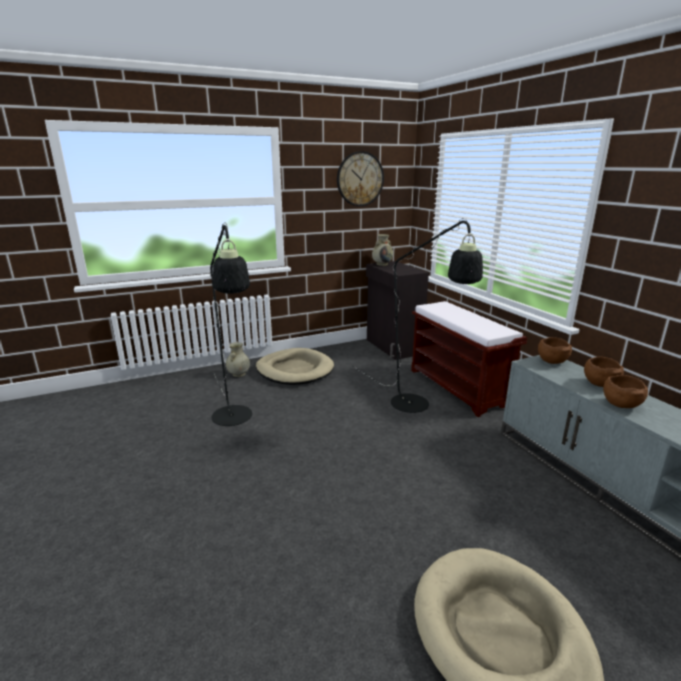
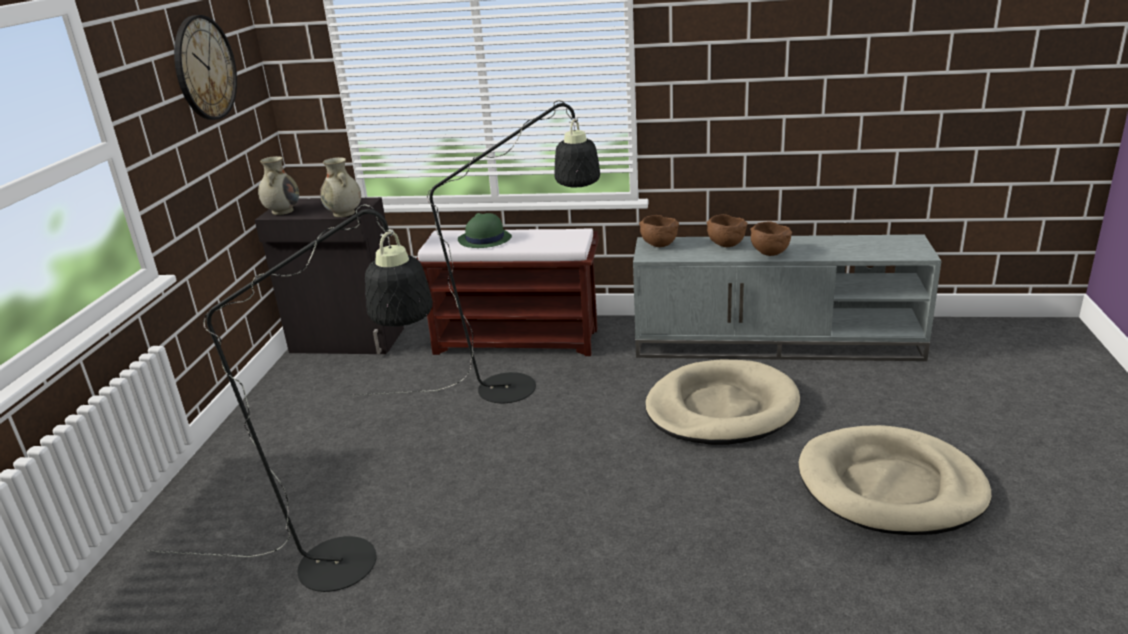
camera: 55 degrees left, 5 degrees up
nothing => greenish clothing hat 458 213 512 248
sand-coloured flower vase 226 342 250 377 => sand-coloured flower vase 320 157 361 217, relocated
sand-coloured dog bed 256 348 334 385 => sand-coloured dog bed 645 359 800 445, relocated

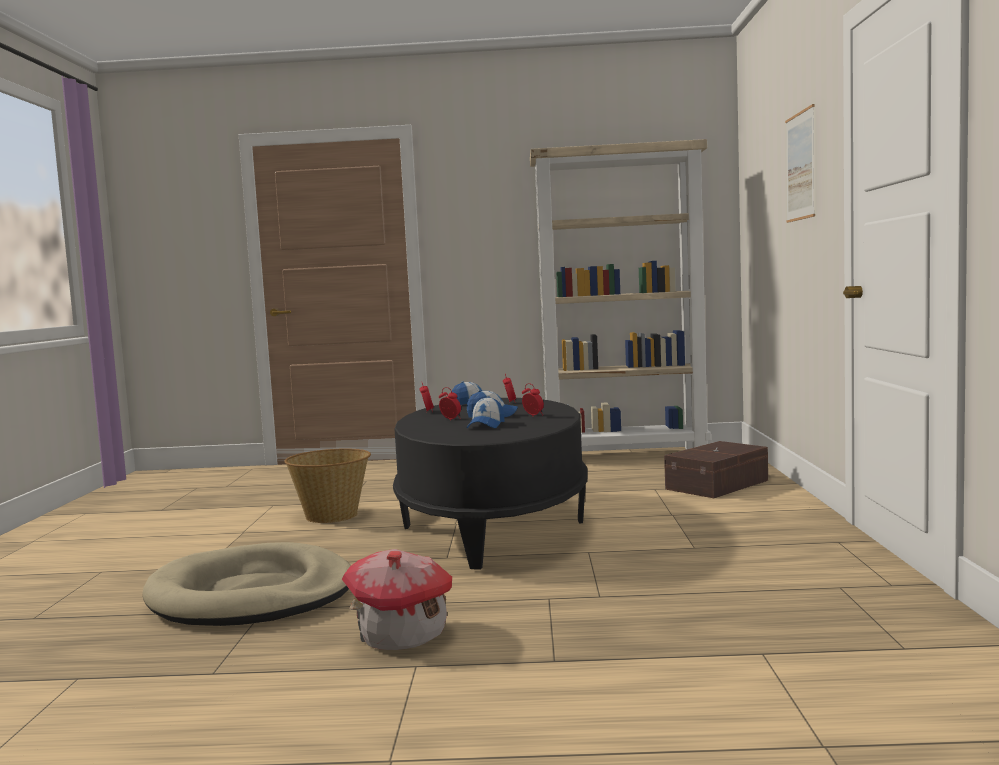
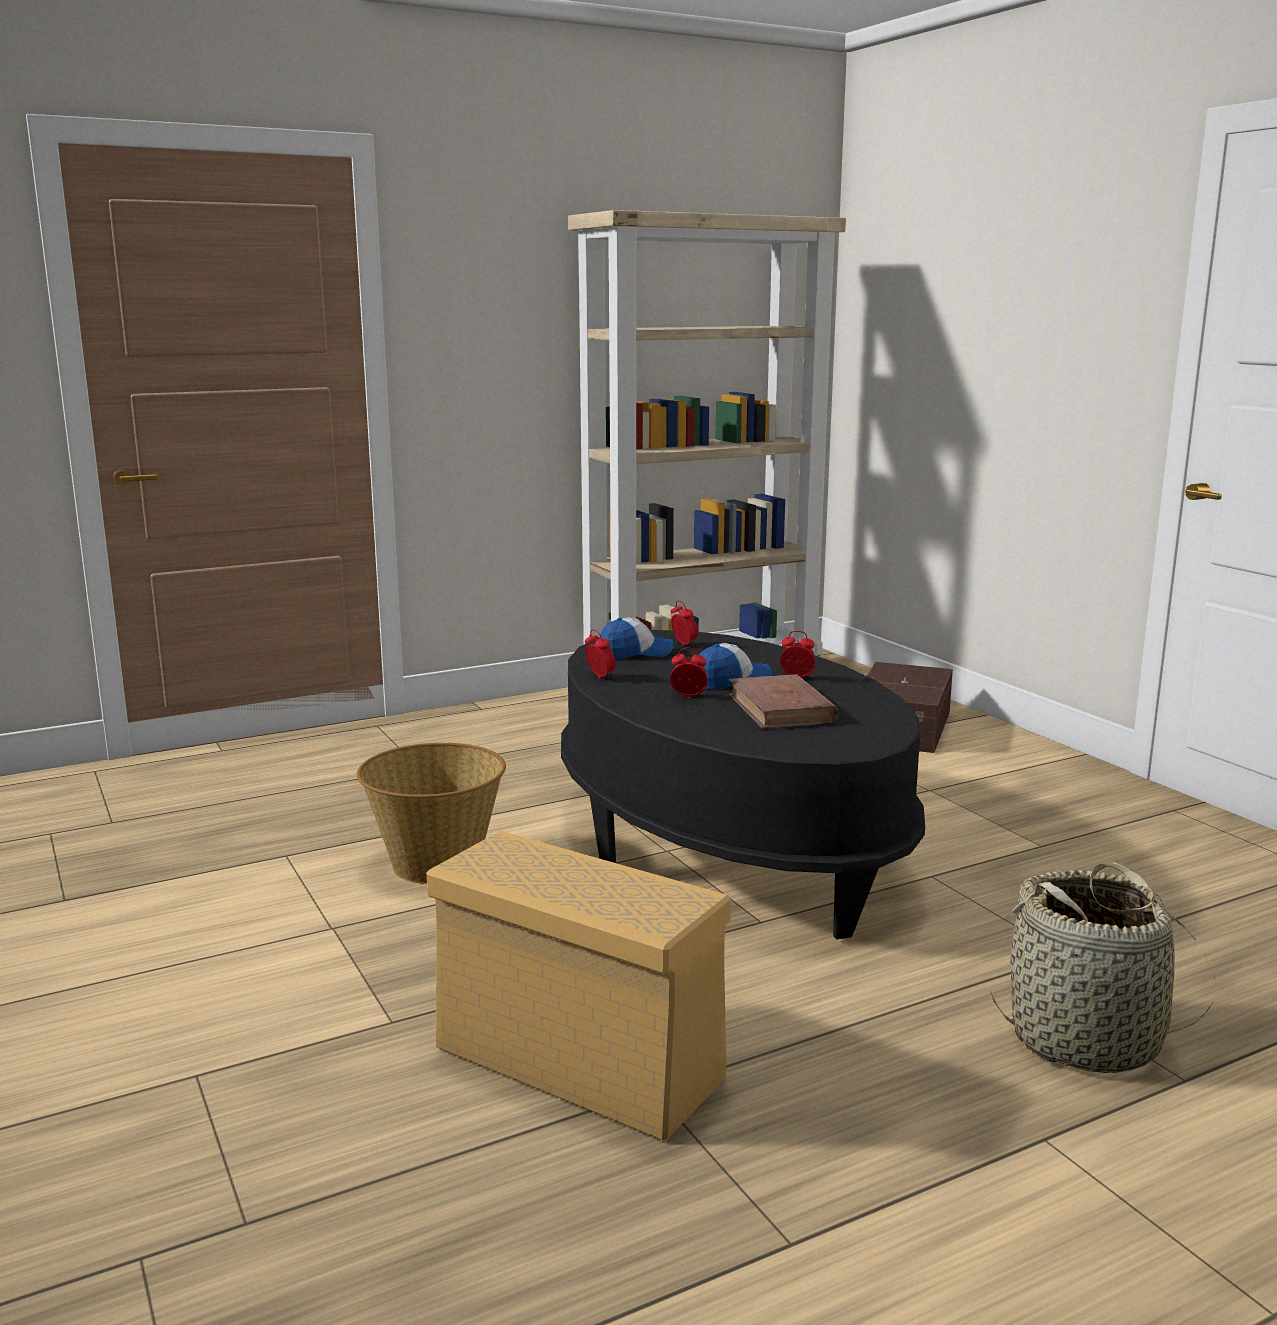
camera: 30 degrees left, 10 degrees up
model house 342 549 452 650 => nothing
wall art 785 104 815 223 => nothing
nothing => household basket 990 862 1216 1073
sand-coloured dog bed 142 542 351 626 => sand-coloured storage container 426 831 731 1141
cap 467 396 504 428 => brown book 729 674 838 729

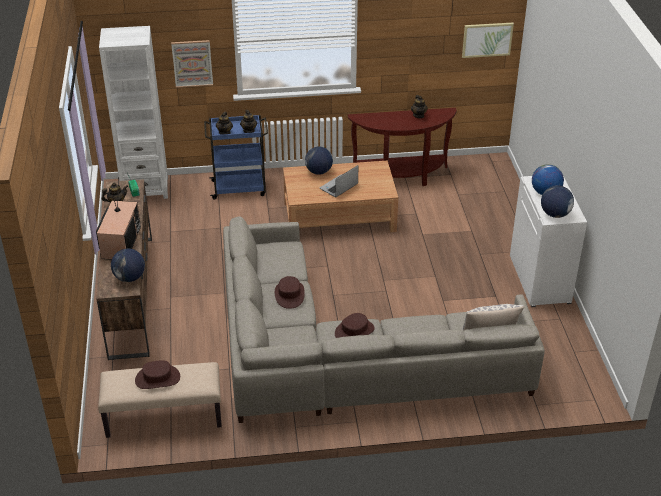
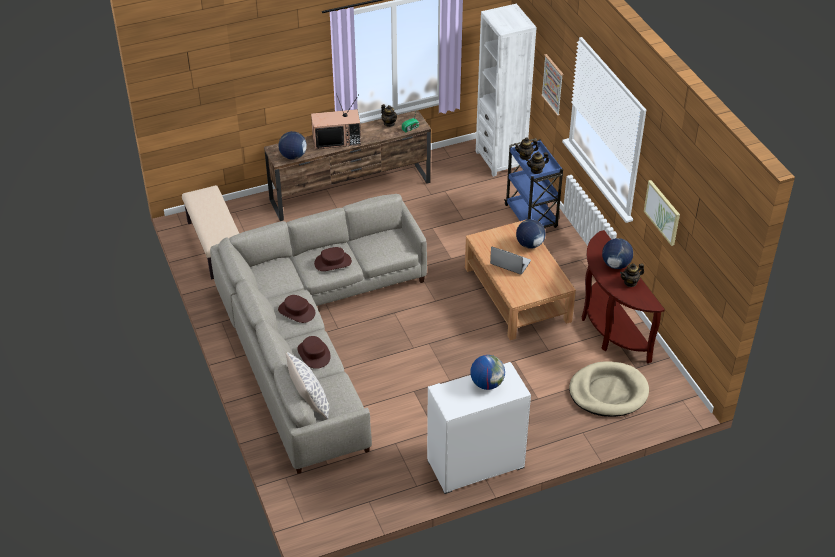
camera: 75 degrees right, 5 degrees up
nothing => sand-coloured dog bed 569 361 649 417
brown clothing hat 135 360 180 389 => brown clothing hat 297 336 331 369, relocated
wall art 462 23 514 58 => wall art 644 180 680 246, relocated
world globe 541 185 574 218 => world globe 602 238 633 269, relocated

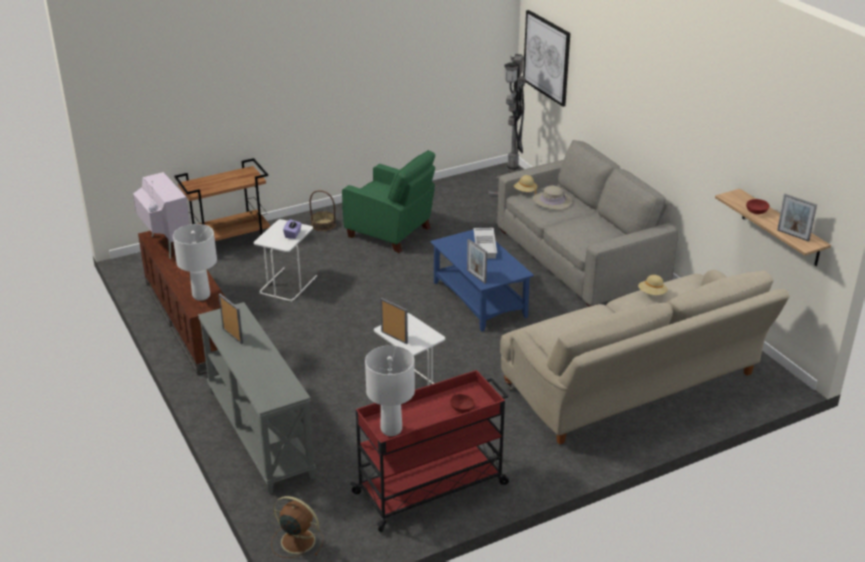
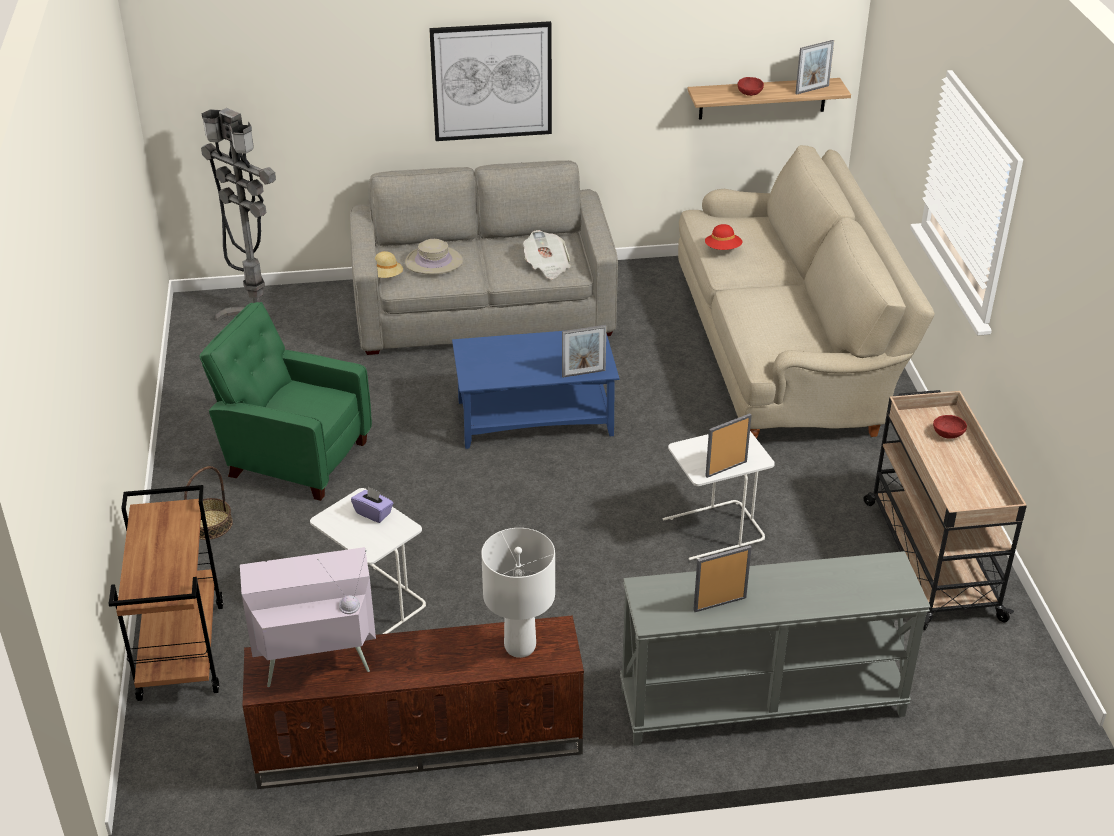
camera: 70 degrees left, 5 degrees up
brown cooling fan 271 496 324 558 => nothing
whitish lamp for a table 365 345 415 436 => nothing
whitish serving tray 473 228 497 259 => nothing
nothing => newspaper 523 230 571 279
wall art 523 10 570 107 => wall art 429 21 552 141, relocated
red-coloured cart 350 370 509 532 => sand-coloured cart 864 390 1027 630
sand-coloured clothing hat 638 275 668 295 => red-coloured clothing hat 705 224 742 250
greenish lounge chair 342 150 435 253 => greenish lounge chair 200 302 372 501, 120 degrees counterclockwise

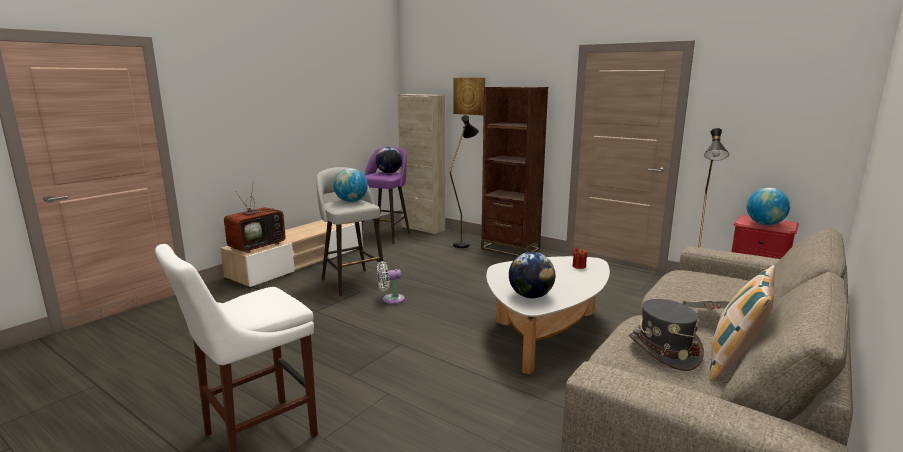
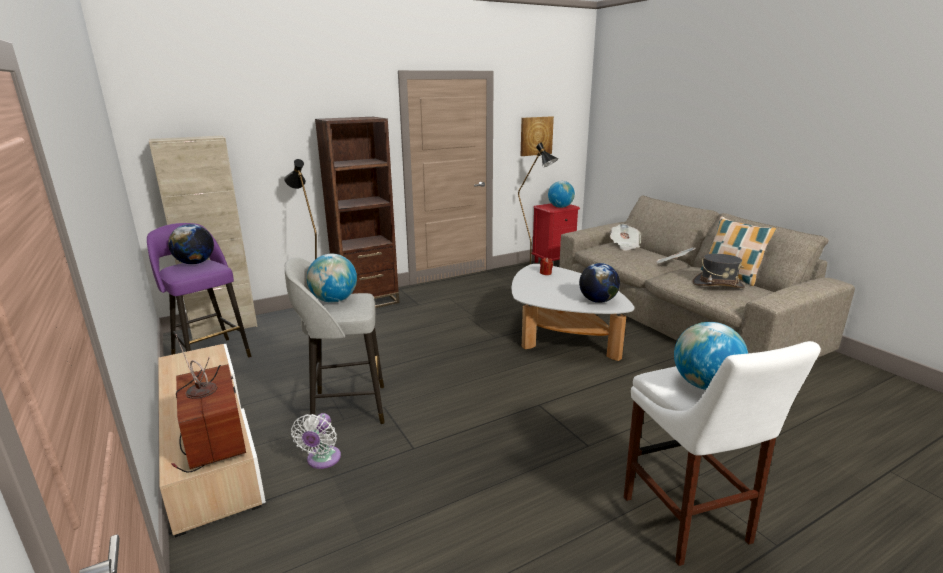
camera: 65 degrees left, 5 degrees up
nothing => newspaper 610 224 641 251
nothing => world globe 674 322 748 390
whitish cooling fan 377 261 405 304 => whitish cooling fan 291 413 341 469, relocated
wall art 453 78 485 115 => wall art 521 116 554 156, relocated

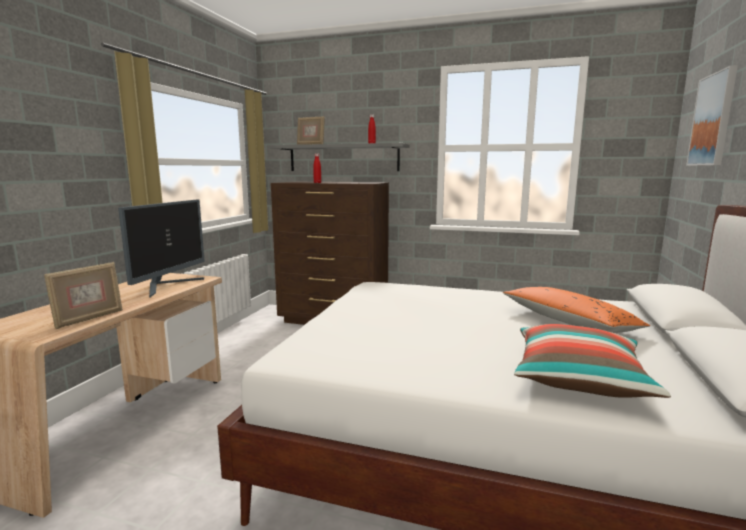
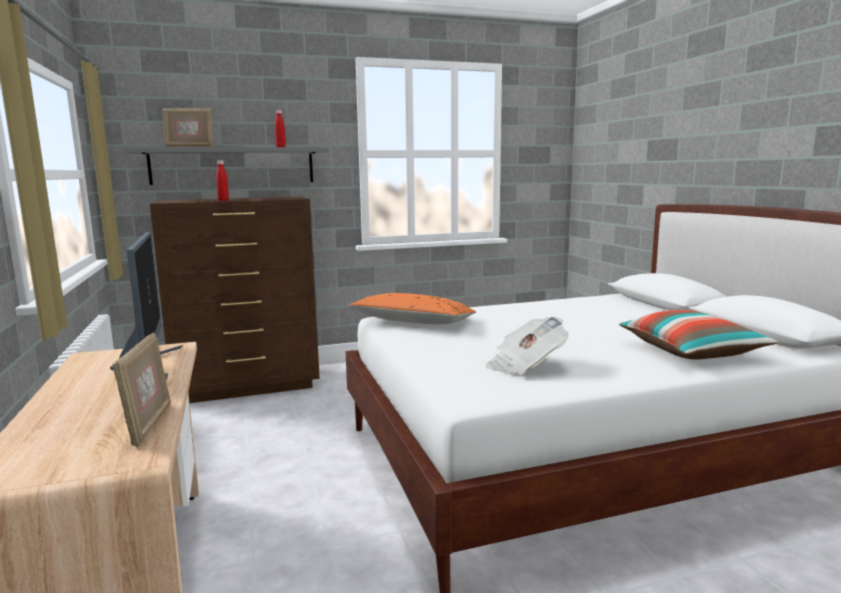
camera: 35 degrees left, 0 degrees up
wall art 686 65 738 166 => nothing
nothing => newspaper 486 317 569 374
orangey cushion 503 287 650 333 => orangey cushion 349 293 476 324, relocated

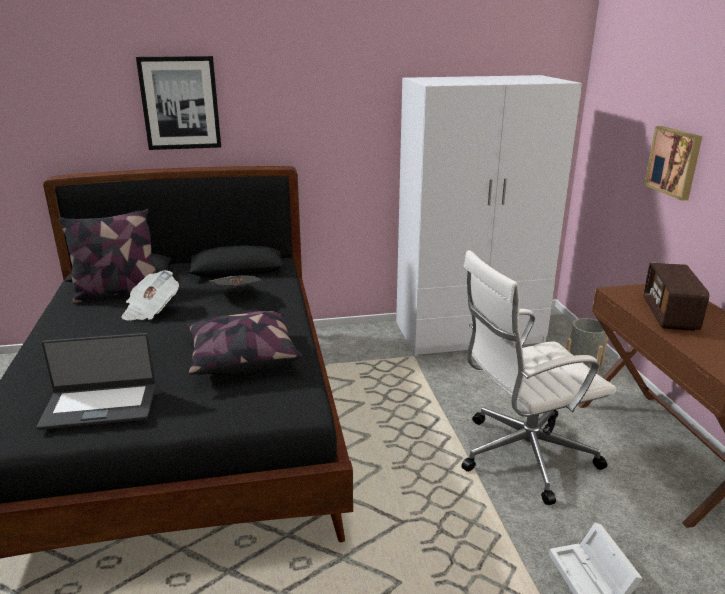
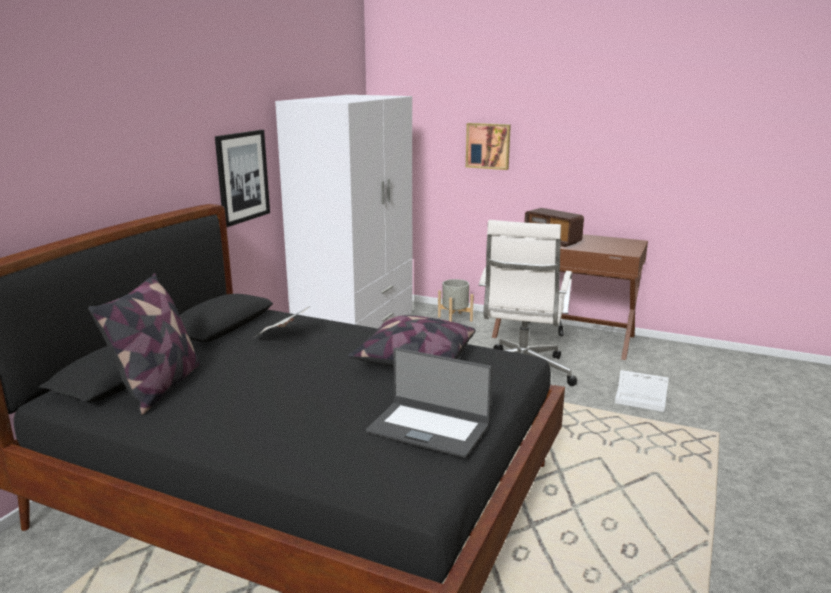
camera: 55 degrees left, 5 degrees down
newspaper 121 270 179 320 => nothing
wall art 136 56 221 150 => wall art 215 130 270 227, relocated
notebook computer 37 333 156 430 => notebook computer 366 348 492 458, 90 degrees clockwise

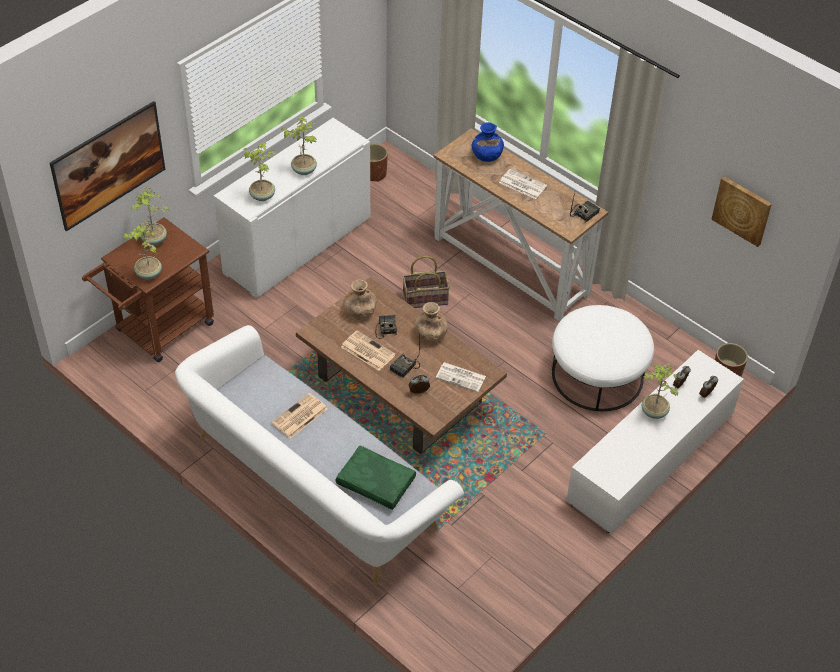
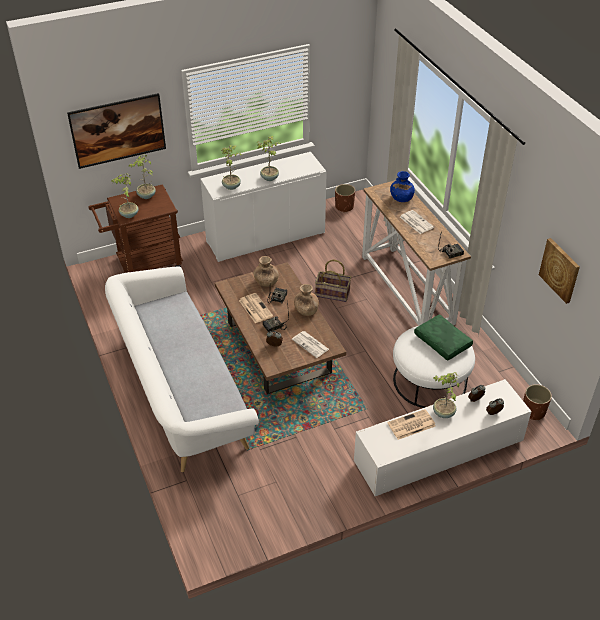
camera: 25 degrees right, 5 degrees down
newspaper 272 393 328 439 => newspaper 387 409 436 440, relocated
greenish cushion 336 446 416 510 => greenish cushion 414 314 473 361, relocated

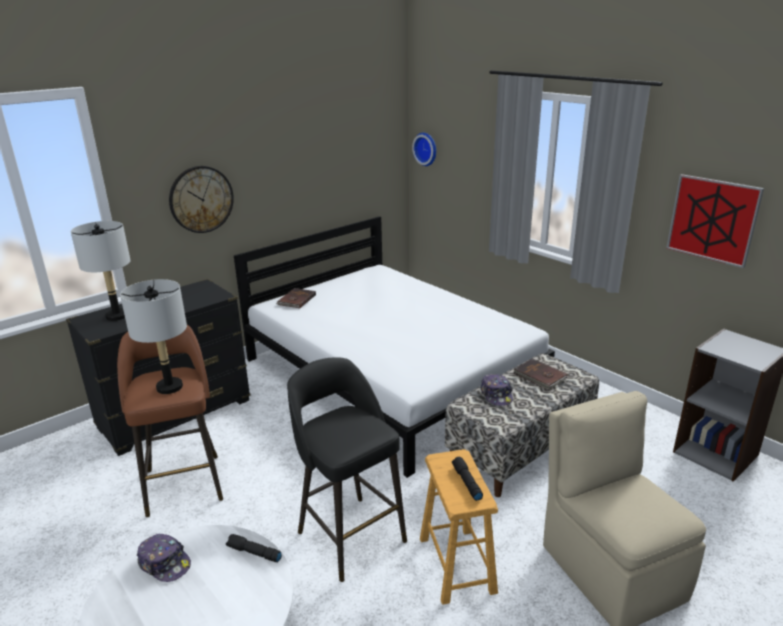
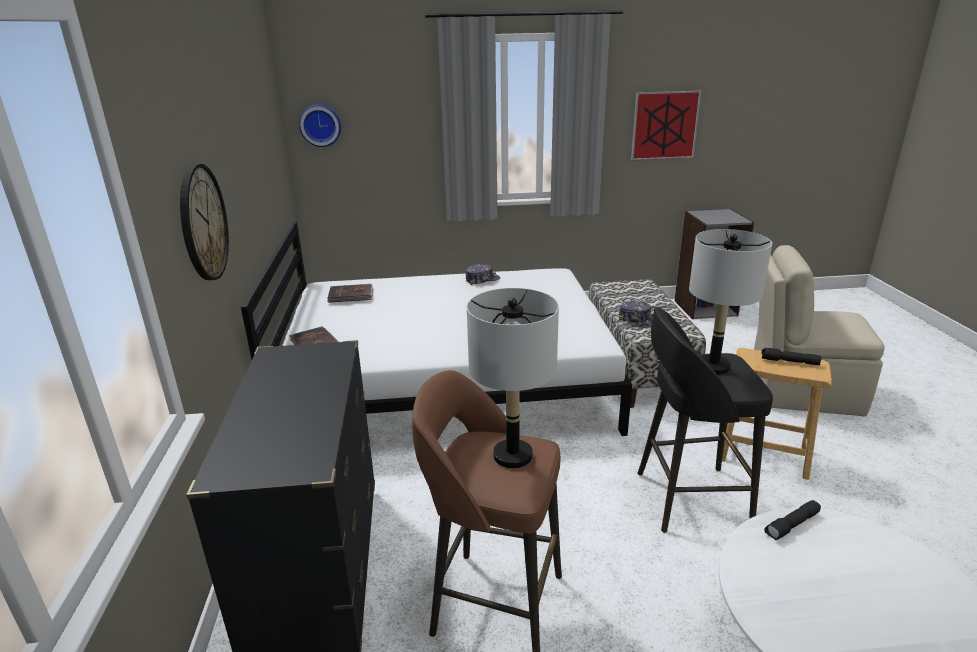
camera: 55 degrees left, 0 degrees up
grey lamp for a table 71 221 131 321 => grey lamp for a table 689 229 772 375, relocated
cap 137 534 191 582 => cap 466 264 500 285, relocated
brown book 514 359 567 390 => brown book 327 284 373 303, relocated

